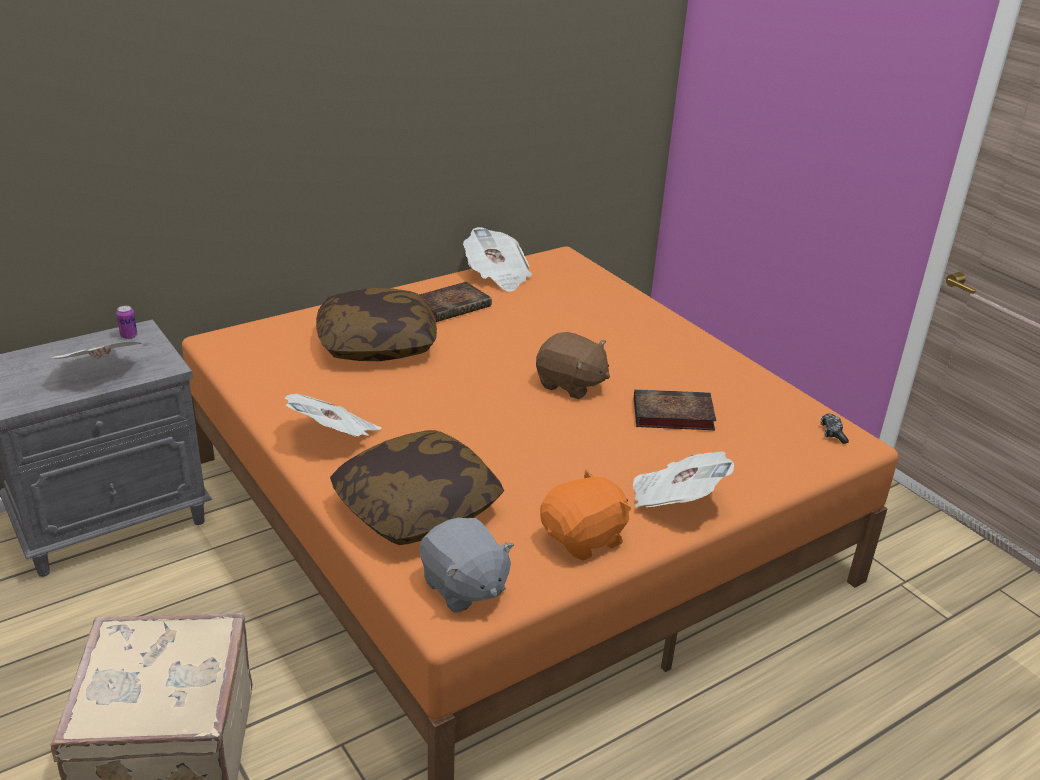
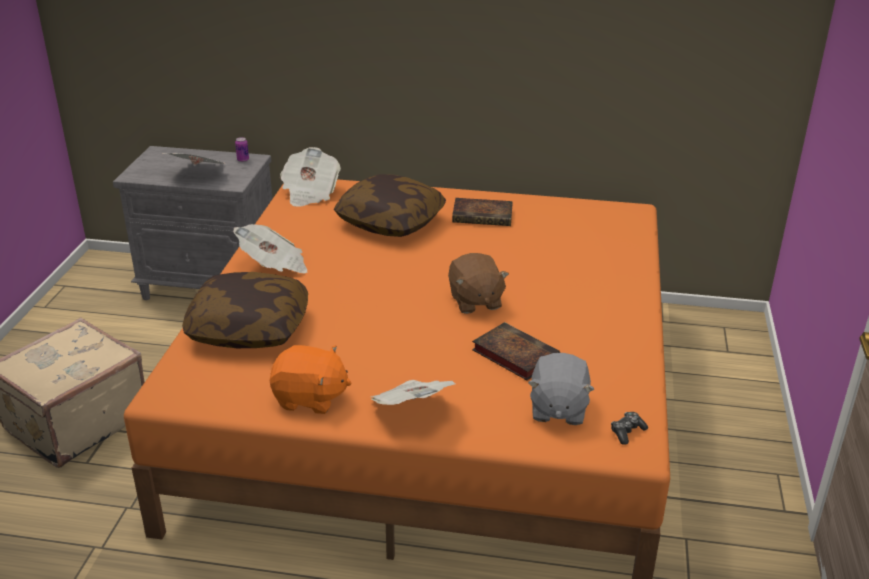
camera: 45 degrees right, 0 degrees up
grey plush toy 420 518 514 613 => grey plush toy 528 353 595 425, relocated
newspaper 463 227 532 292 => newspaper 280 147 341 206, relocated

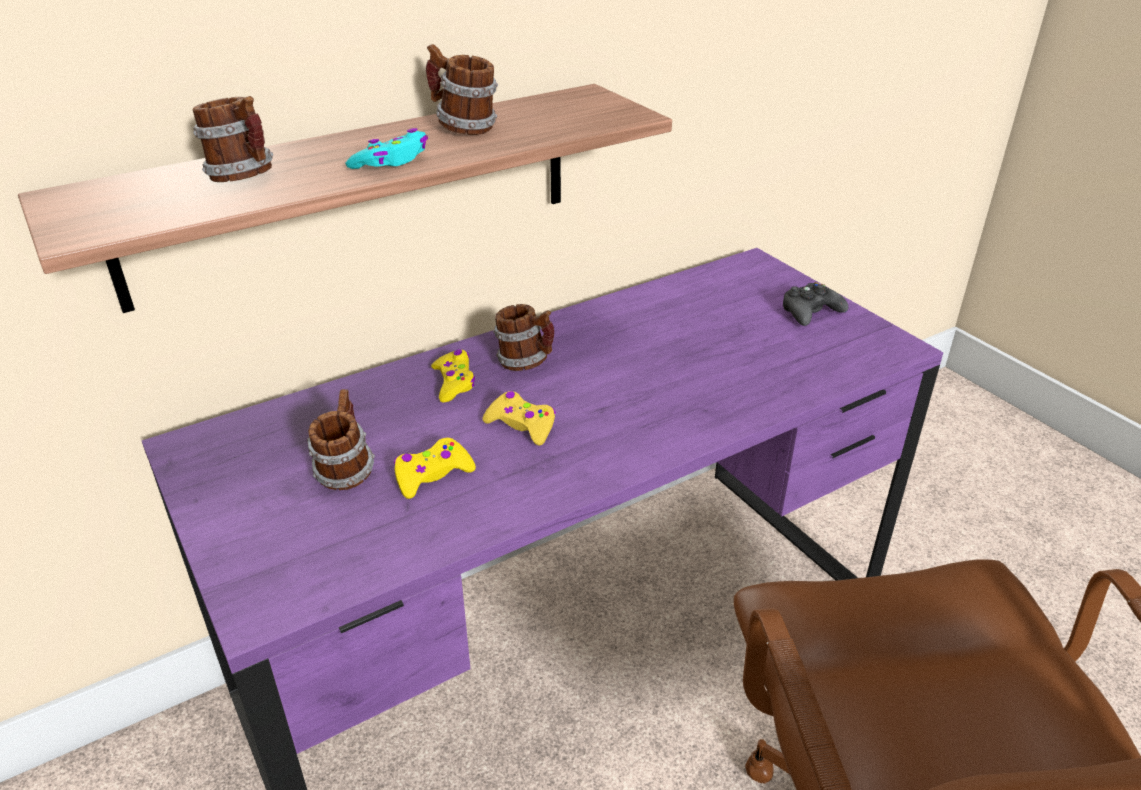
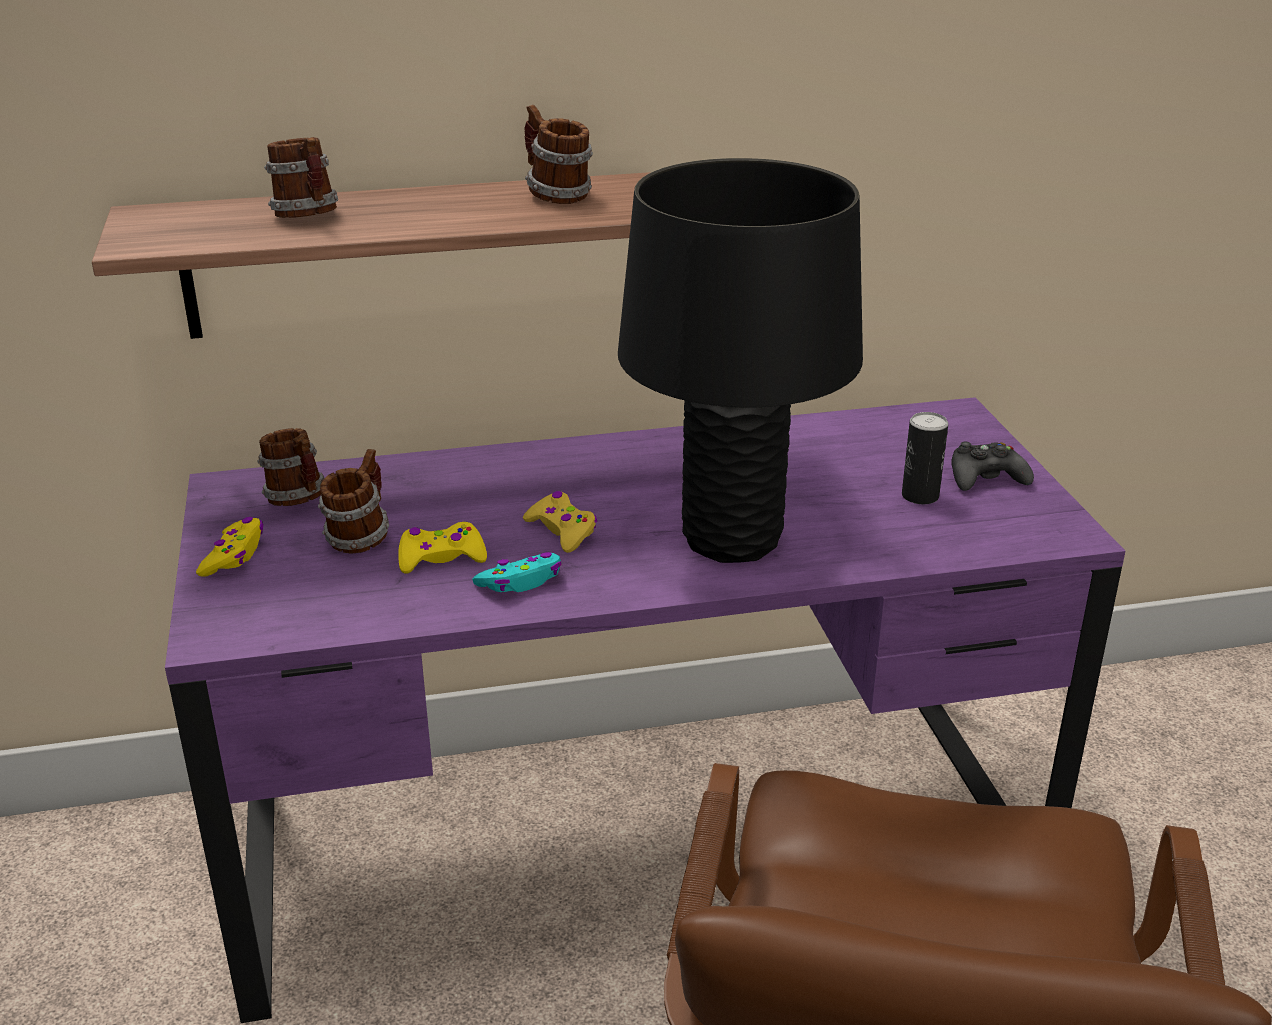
camera: 20 degrees right, 5 degrees down
nothing => blackish lamp for a table 618 158 863 563
nothing => metal can 902 412 948 504
turquoise gamepad 345 128 428 169 => turquoise gamepad 472 552 562 592, relocated
yellow-coloured gamepad 431 349 475 403 => yellow-coloured gamepad 196 517 263 576, relocated
coffee mug 493 304 554 371 => coffee mug 258 428 324 506, relocated

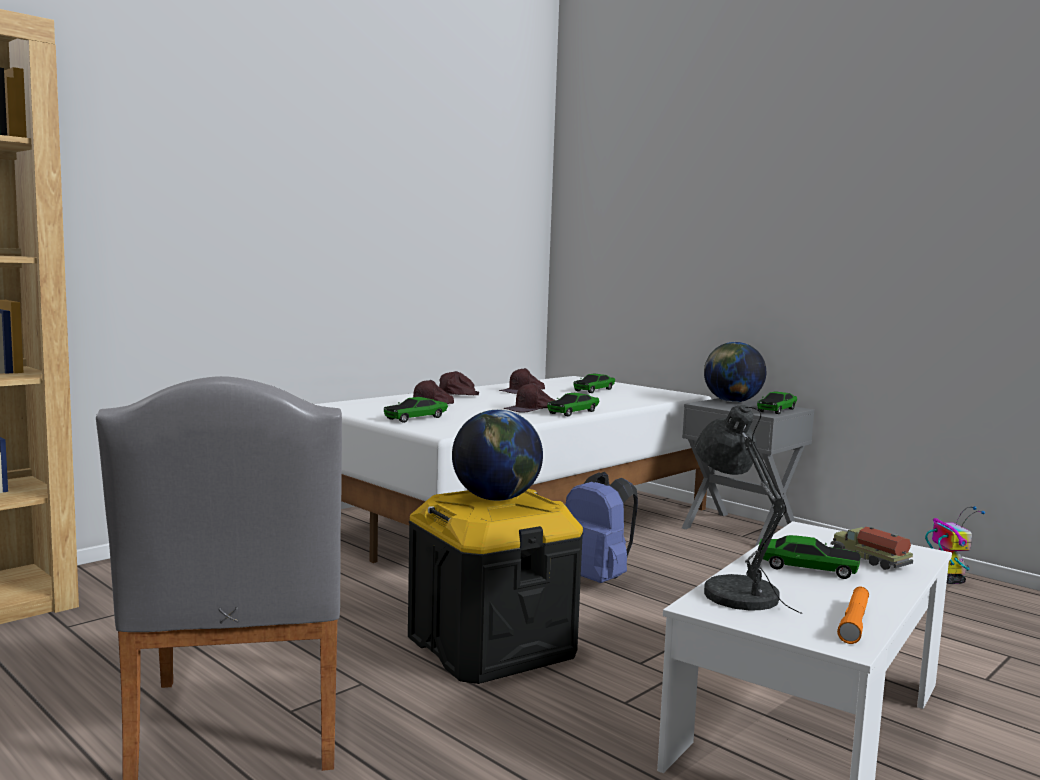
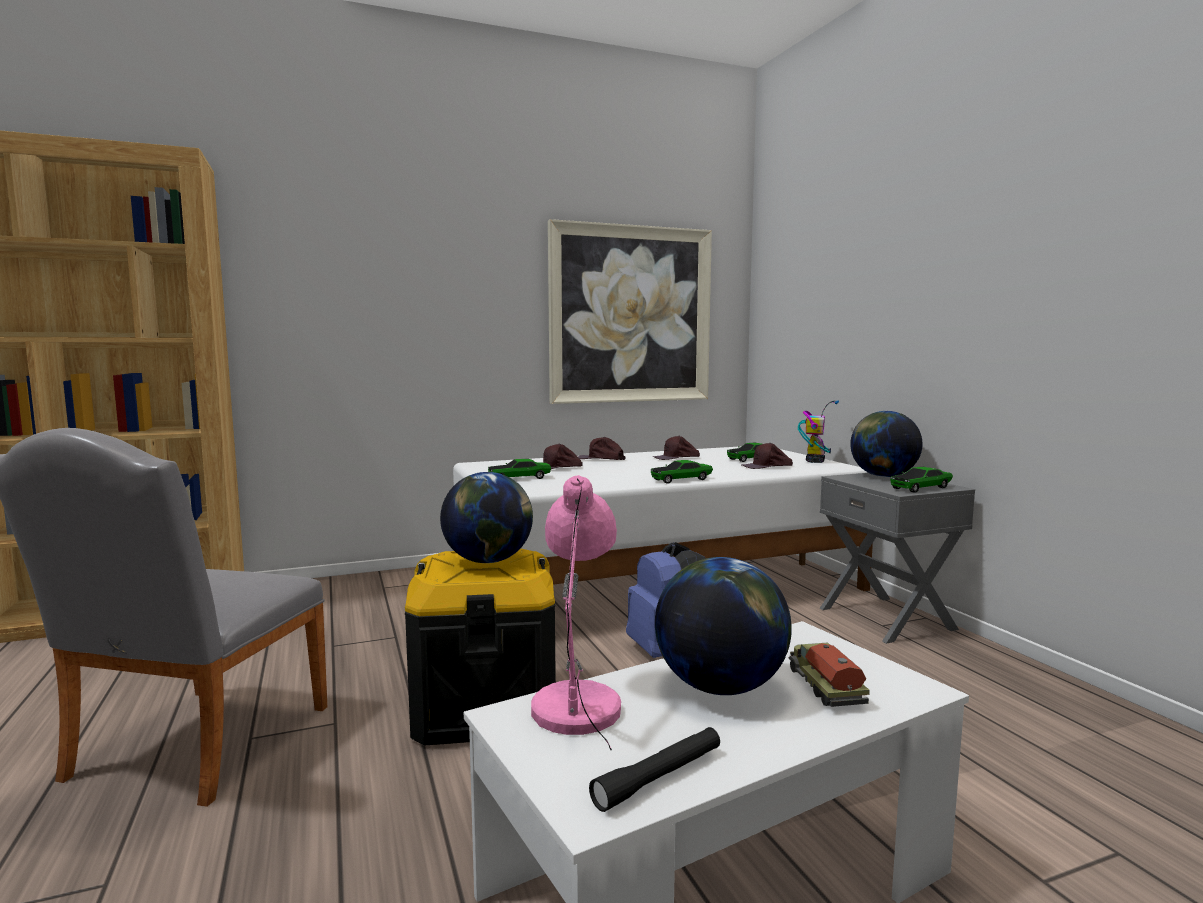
camera: 25 degrees right, 0 degrees up
nothing => wall art 548 219 712 404
brown cap 503 383 555 413 => brown cap 741 443 793 469, relocated
model robot 925 506 985 584 => model robot 798 400 839 463, relocated
miniature car 758 535 861 579 => world globe 655 557 792 695
grey lamp for a table 695 405 803 614 => pinkish lamp for a table 531 475 621 750
orangey hand torch 837 587 869 644 => blackish hand torch 589 727 720 812

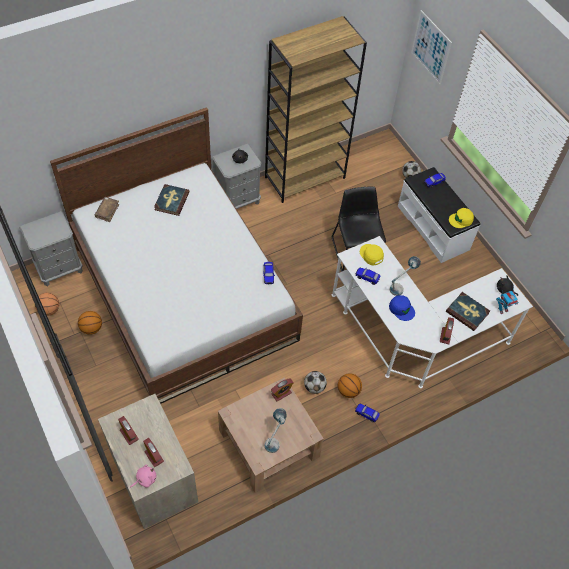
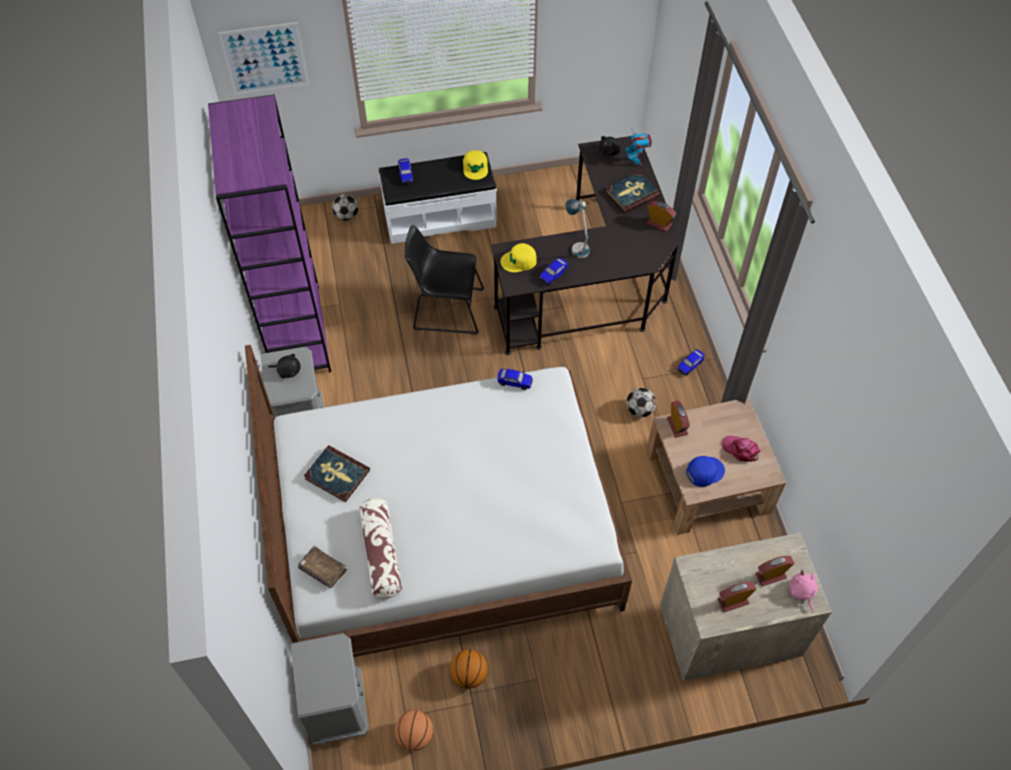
camera: 70 degrees left, 0 degrees up
basketball ball 338 373 362 398 => nothing
nothing => cushion 359 498 402 599
blue-coloured cap 389 295 415 321 => blue-coloured cap 686 456 725 487, relocated
lamp for a table 265 408 287 453 => pinkish cap 722 436 761 462
brown shelving unit 265 16 367 203 => purplish shelving unit 208 94 331 373
whitish desk unit 332 236 533 388 => blackish desk unit 491 136 681 355

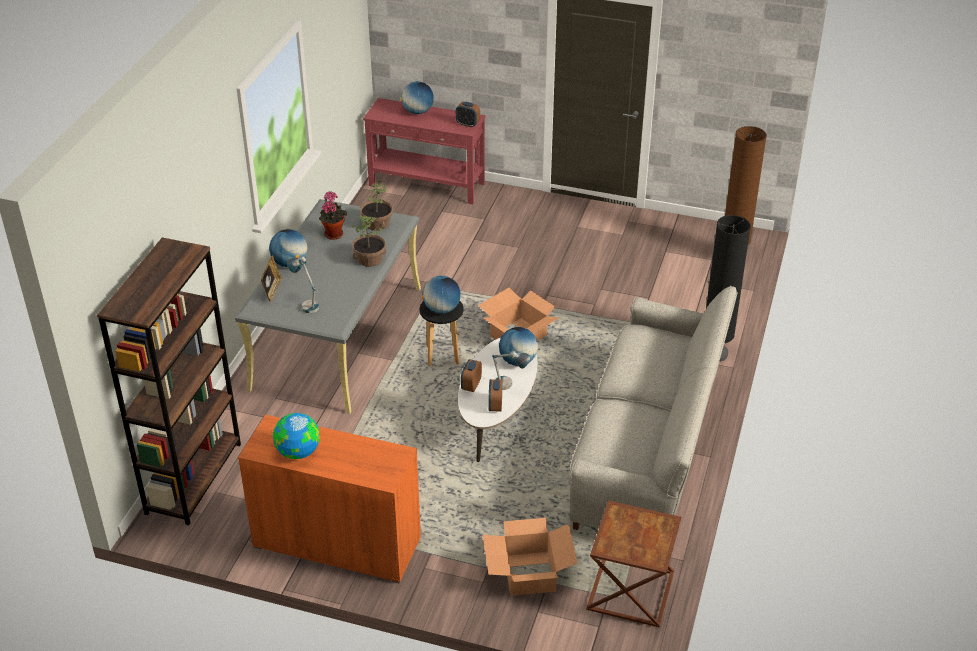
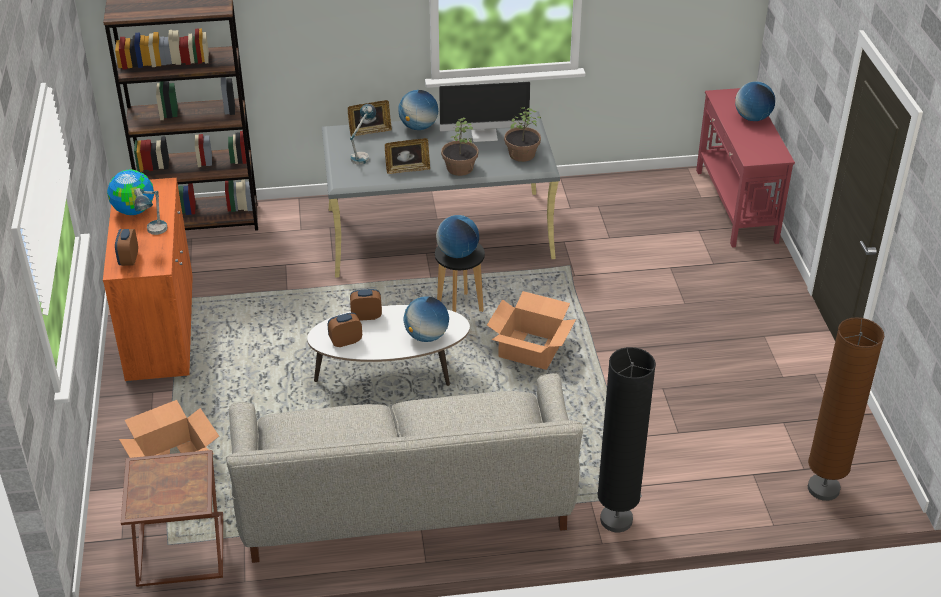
camera: 65 degrees right, 0 degrees up
nothing => picture frame 385 138 430 174
bedside clock 456 102 480 128 => bedside clock 115 229 138 266, relocated
lamp for a table 492 351 530 390 => lamp for a table 134 188 167 235, relocated
potted plant 319 191 347 240 => computer screen 439 81 530 142

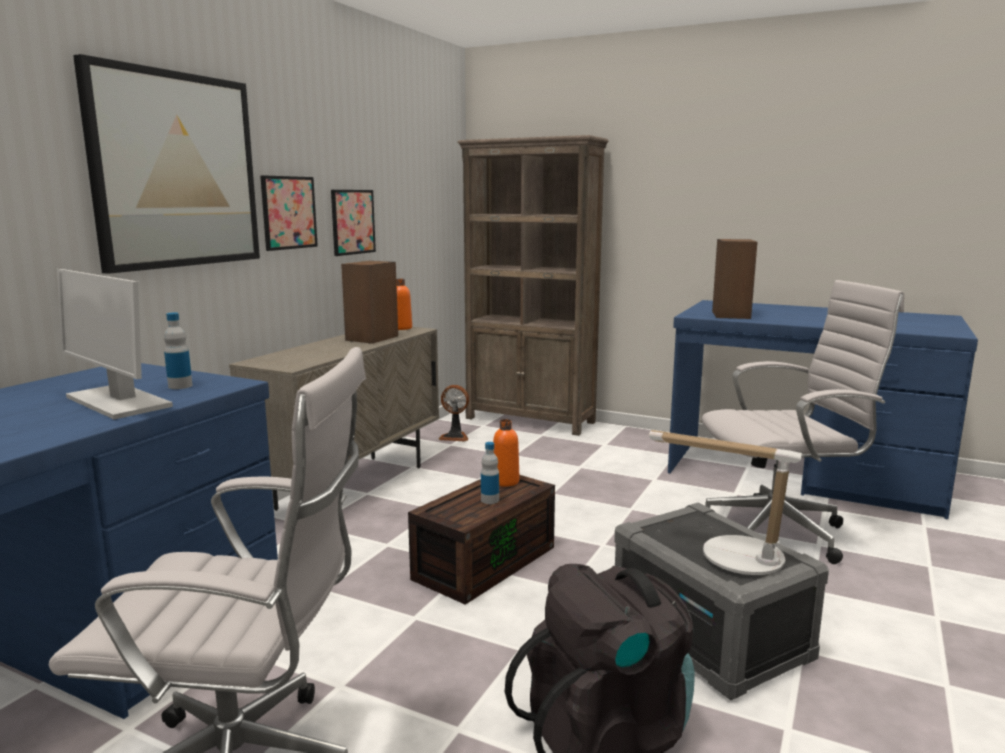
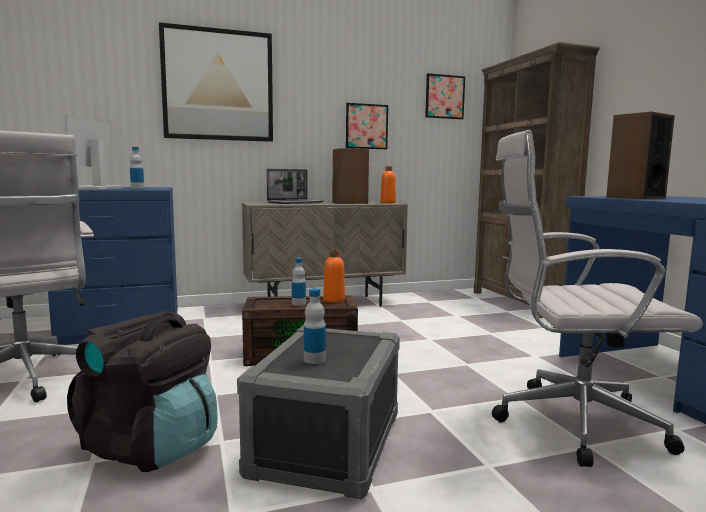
camera: 45 degrees right, 5 degrees down
cooling fan 439 385 469 442 => nothing
nothing => notebook computer 267 169 324 204
wall art 260 175 318 251 => wall art 425 73 465 119, relocated
lamp for a table 649 430 802 575 => bottle 304 288 326 364
whitish office chair 702 280 904 564 => whitish office chair 492 130 703 467, 150 degrees clockwise

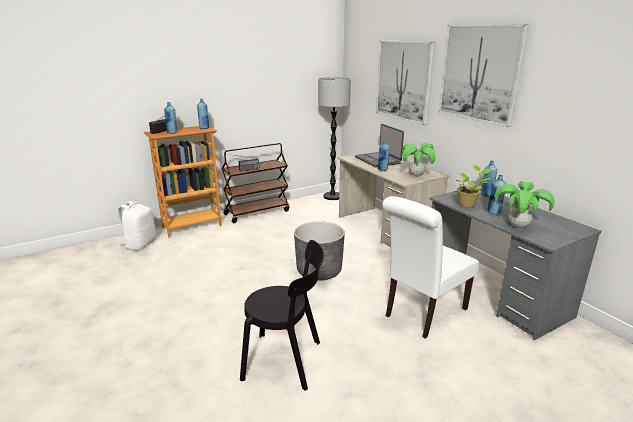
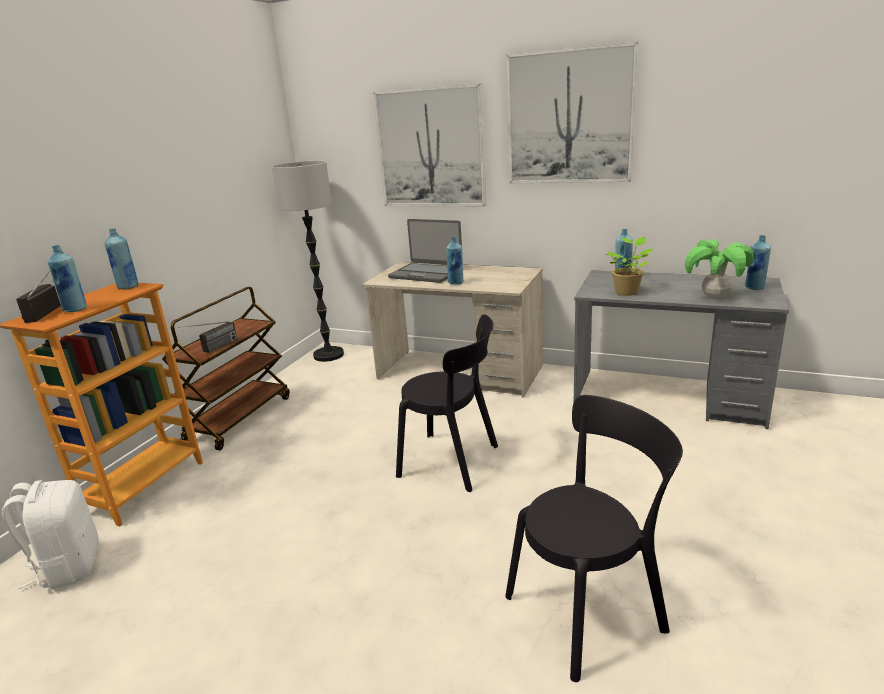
camera: 35 degrees left, 0 degrees up
whitish chair 382 196 479 339 => nothing
potted plant 402 142 436 176 => nothing
blue-coloured bottle 487 175 506 215 => blue-coloured bottle 745 235 771 290, relocated
grey plant pot 294 221 345 281 => blackish chair 396 314 498 492

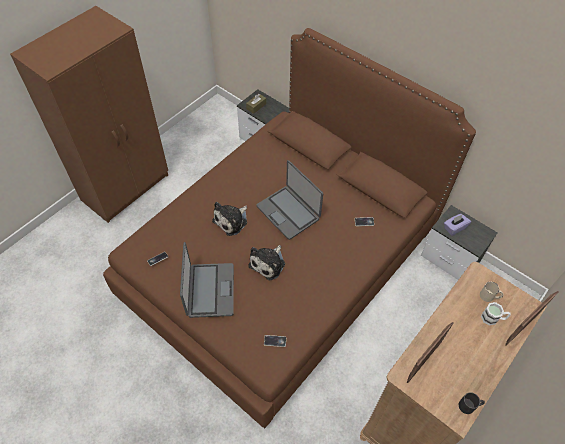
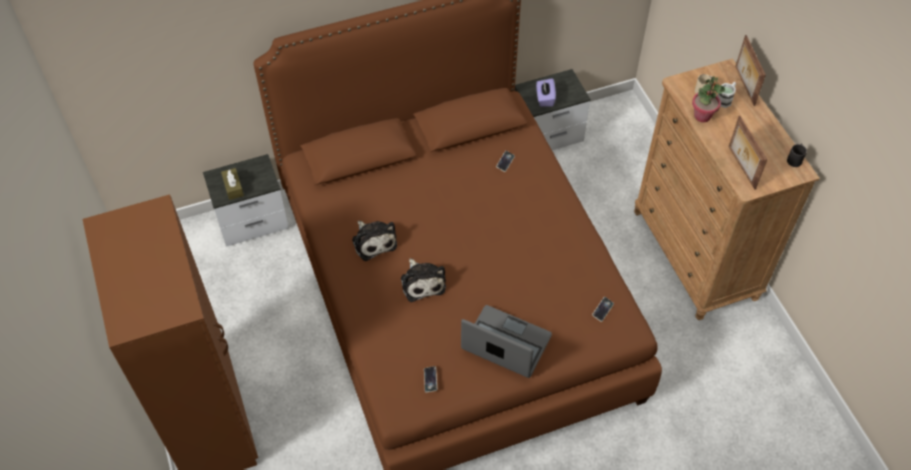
camera: 60 degrees left, 0 degrees up
notebook computer 256 160 323 240 => nothing
nothing => potted plant 692 76 725 122
plush toy 248 245 285 280 => plush toy 352 221 397 261, relocated

